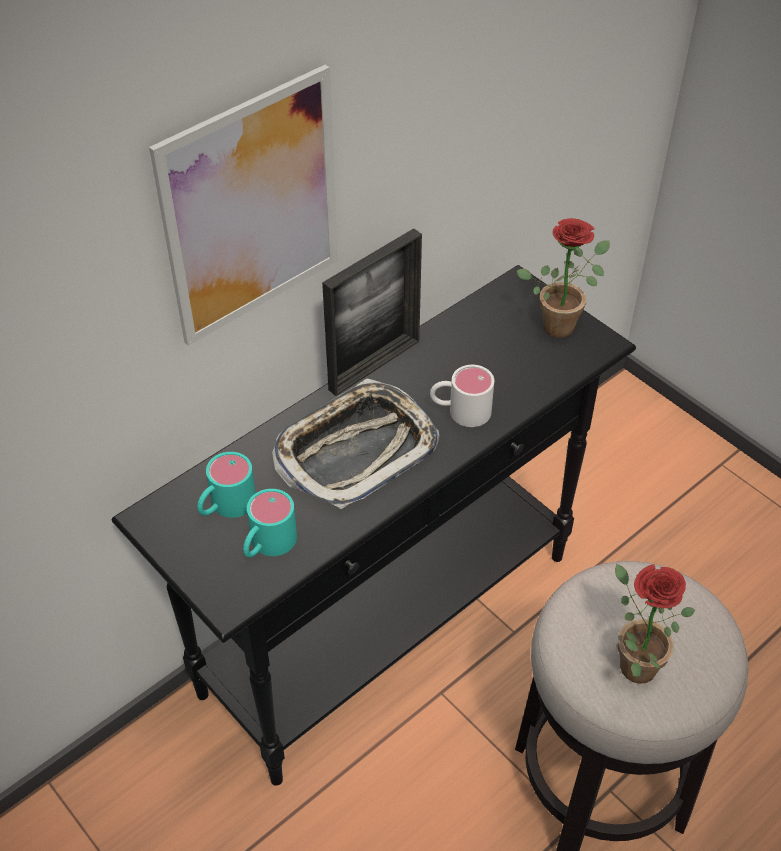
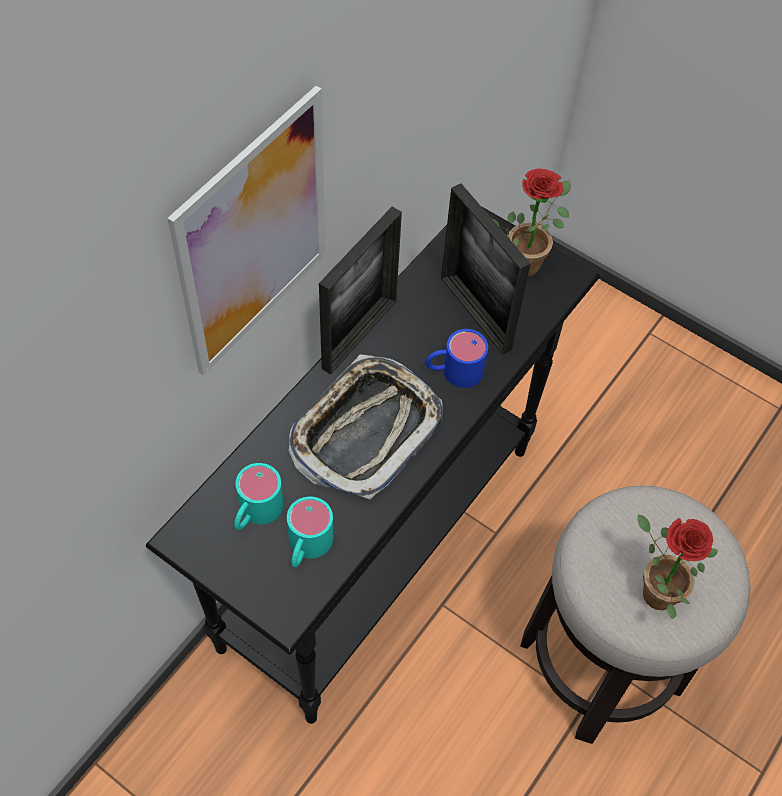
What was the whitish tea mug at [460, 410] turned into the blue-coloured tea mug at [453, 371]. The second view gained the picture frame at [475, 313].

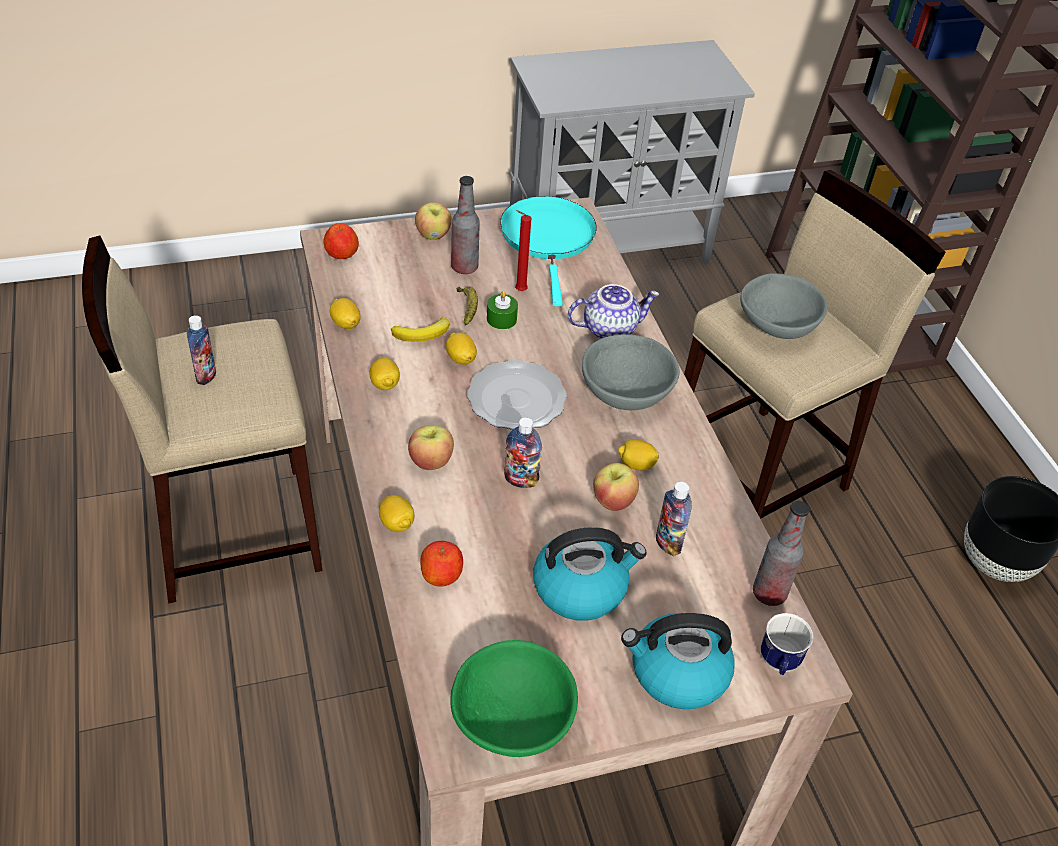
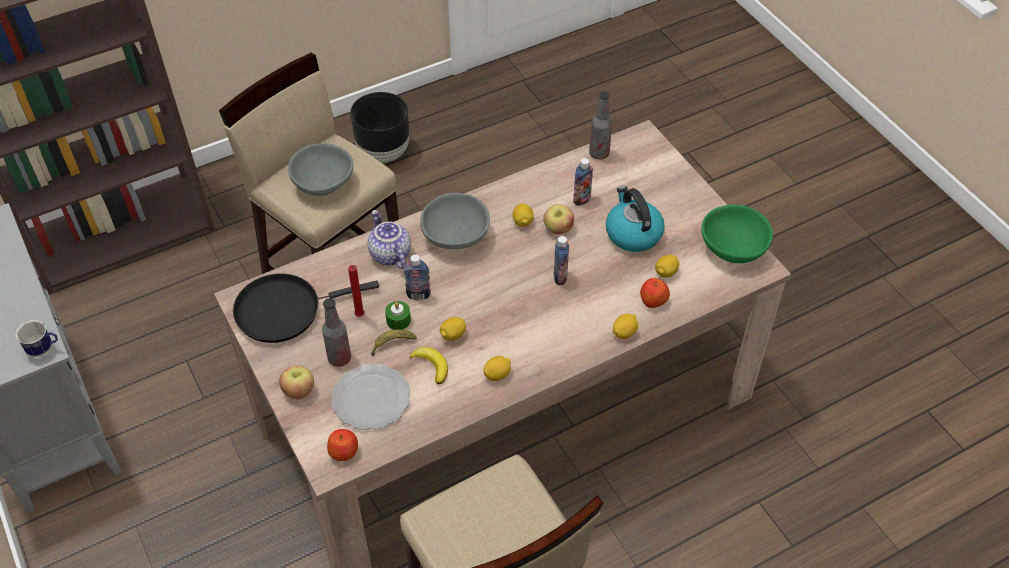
The beverage bottle ended up elsewhere, having gone from [206, 375] to [418, 295]. The lemon ended up elsewhere, having gone from [345, 324] to [666, 272]. The second view lost the apple fruit at [431, 461]. The dinner plate ended up elsewhere, having gone from [516, 400] to [372, 399]. What was the turquoise frying pan at [548, 239] turned into the blackish frying pan at [284, 310]. The second view lost the tea kettle at [677, 673]. The tea mug ended up elsewhere, having gone from [778, 664] to [44, 349].

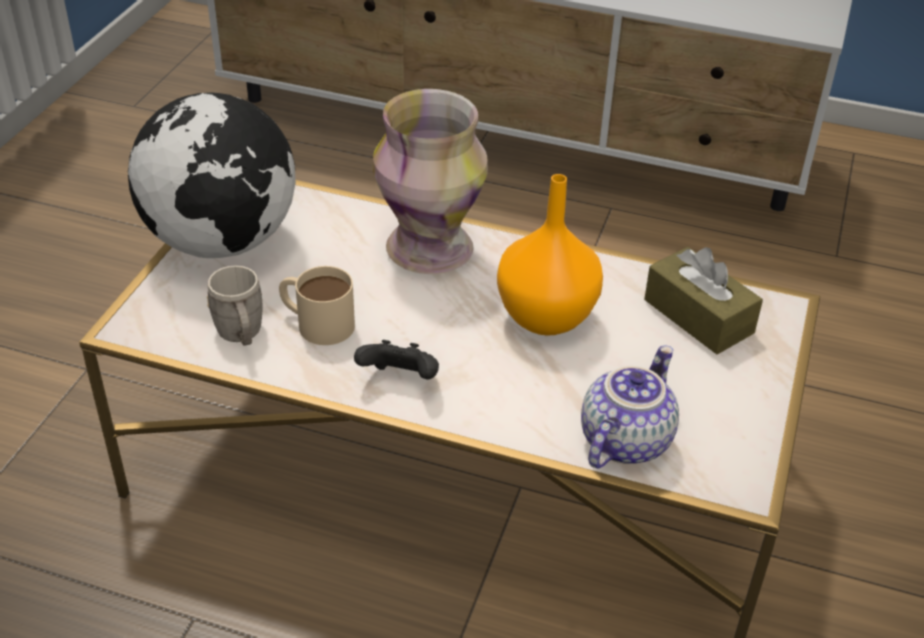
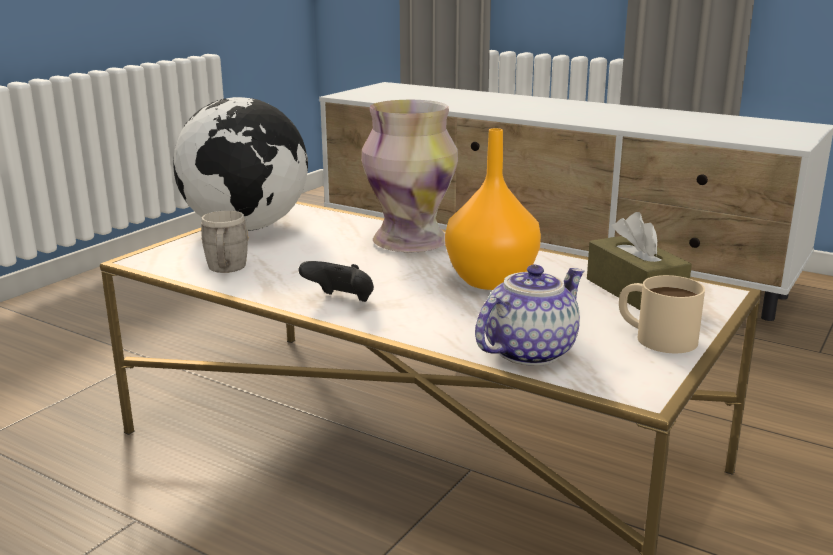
The sand-coloured tea mug ended up elsewhere, having gone from [316, 322] to [655, 336].

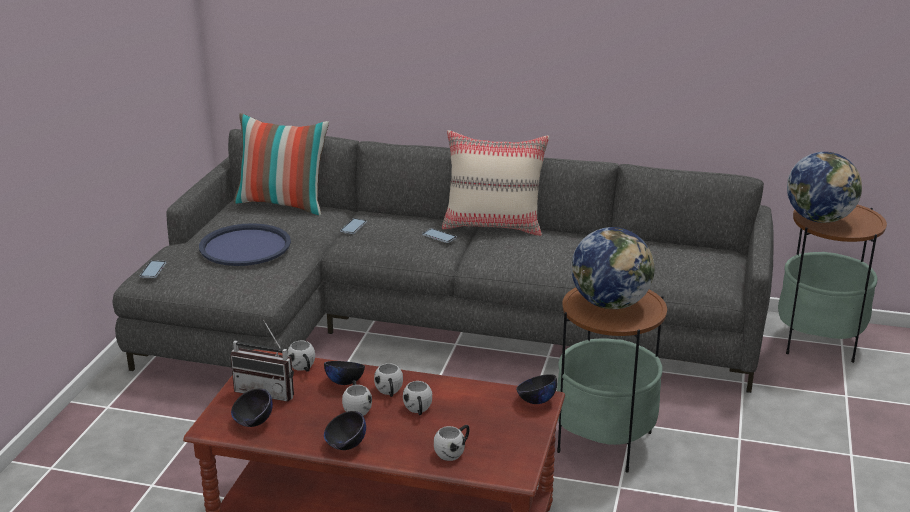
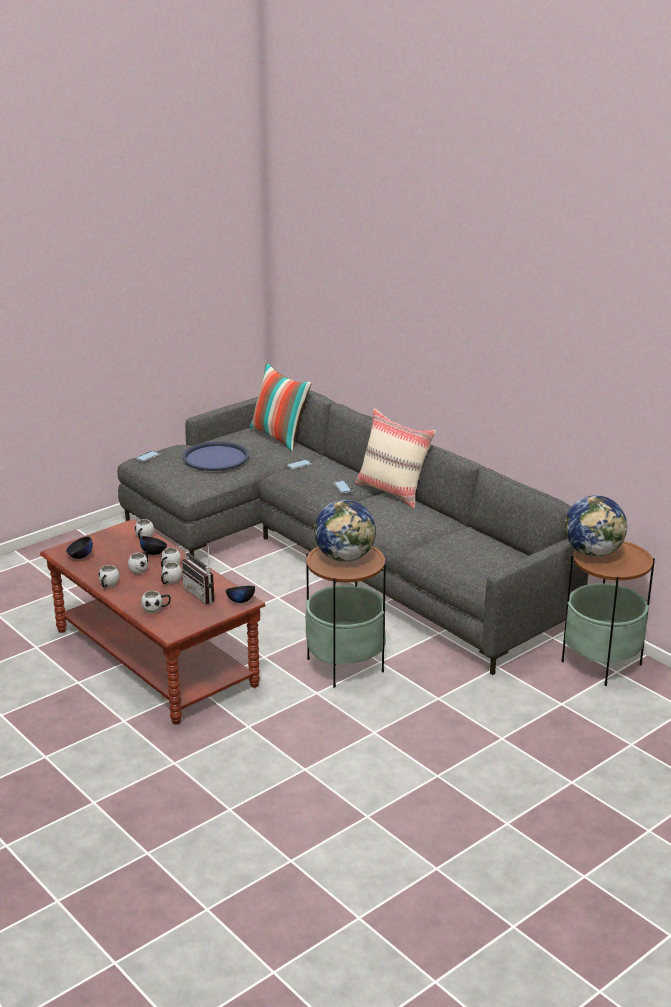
The radio ended up elsewhere, having gone from [268, 390] to [203, 593]. Where the blackish bowl stood at [345, 445], the whitish tea mug came to stand at [108, 585].

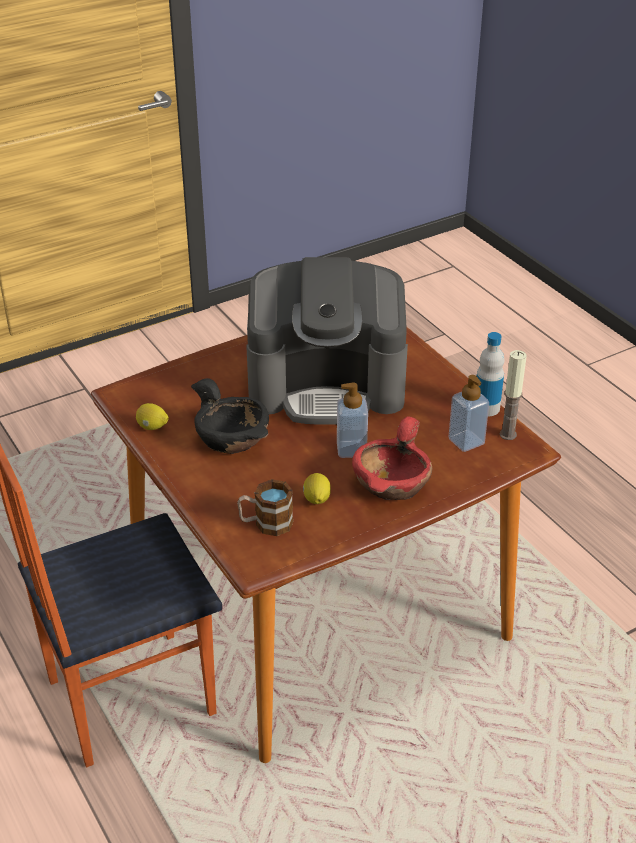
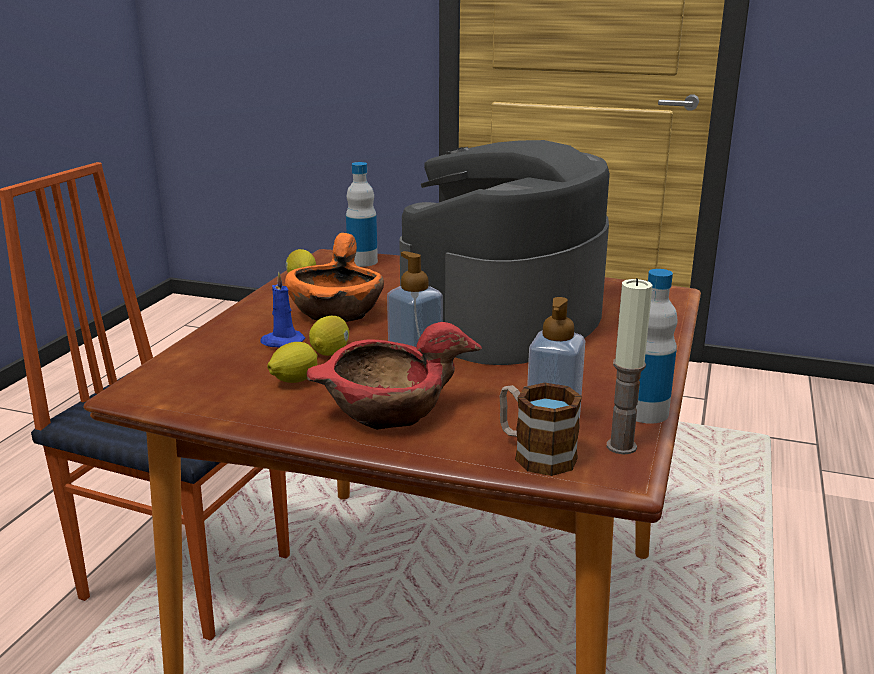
What was the blackish bowl at [232, 439] turned into the orange-coloured bowl at [337, 312]. The tea mug ended up elsewhere, having gone from [266, 524] to [534, 454]. The coffee maker at [327, 385] ended up facing another way, 75 degrees clockwise from before. The second view gained the blue-coloured wax candle at [282, 342]. The second view gained the lemon at [331, 352]. The second view gained the beverage bottle at [362, 261].

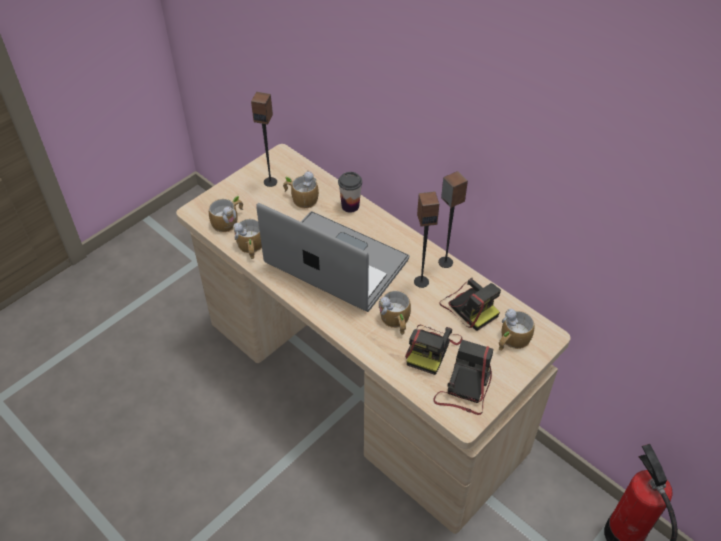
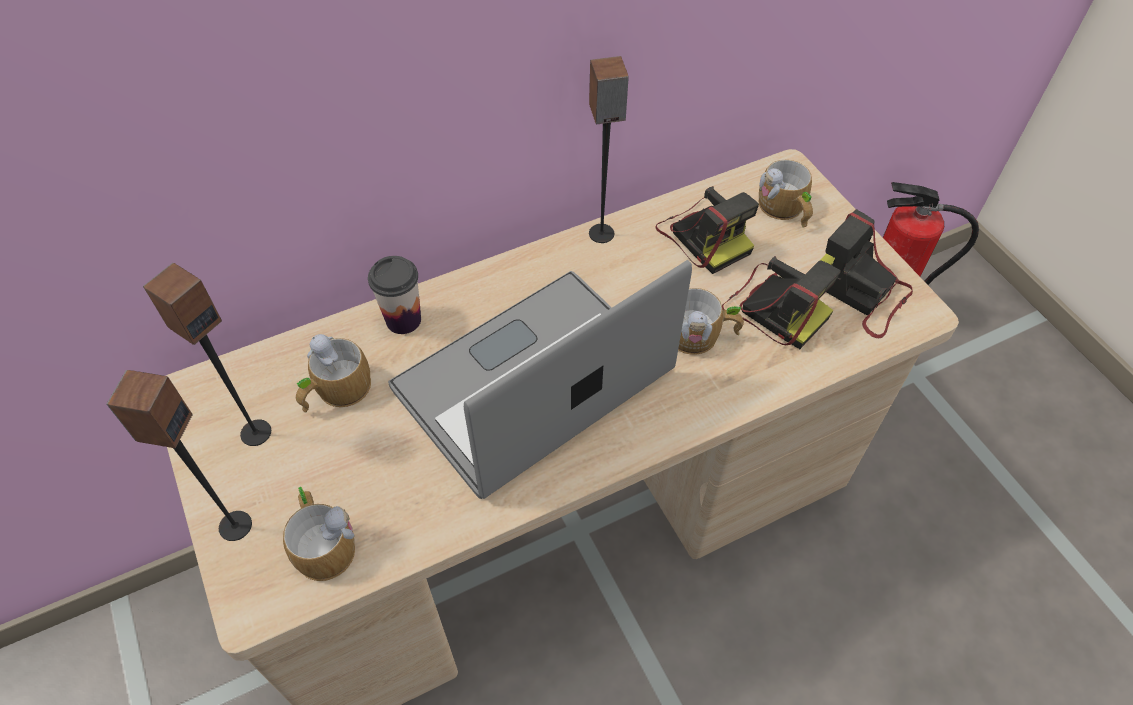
The second view lost the tea mug at [250, 247]. The audio speaker ended up elsewhere, having gone from [421, 281] to [234, 525]. The photo camera at [469, 306] ended up facing another way, 75 degrees clockwise from before.

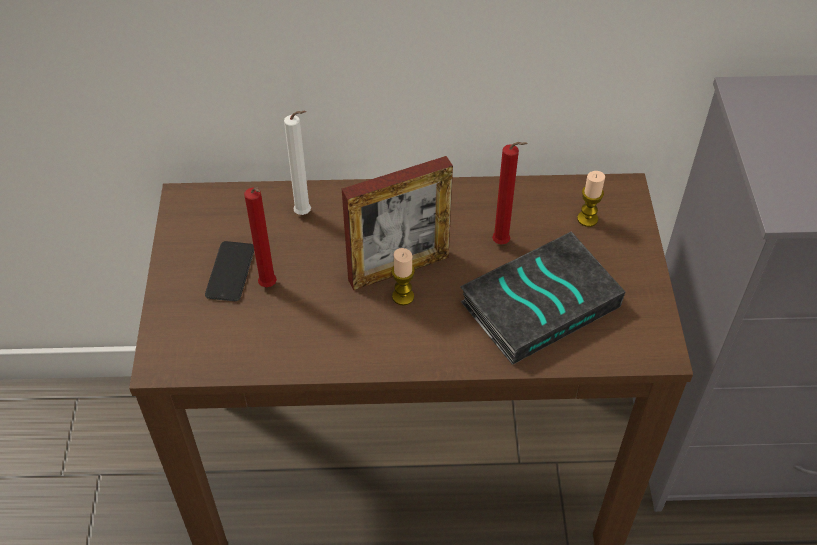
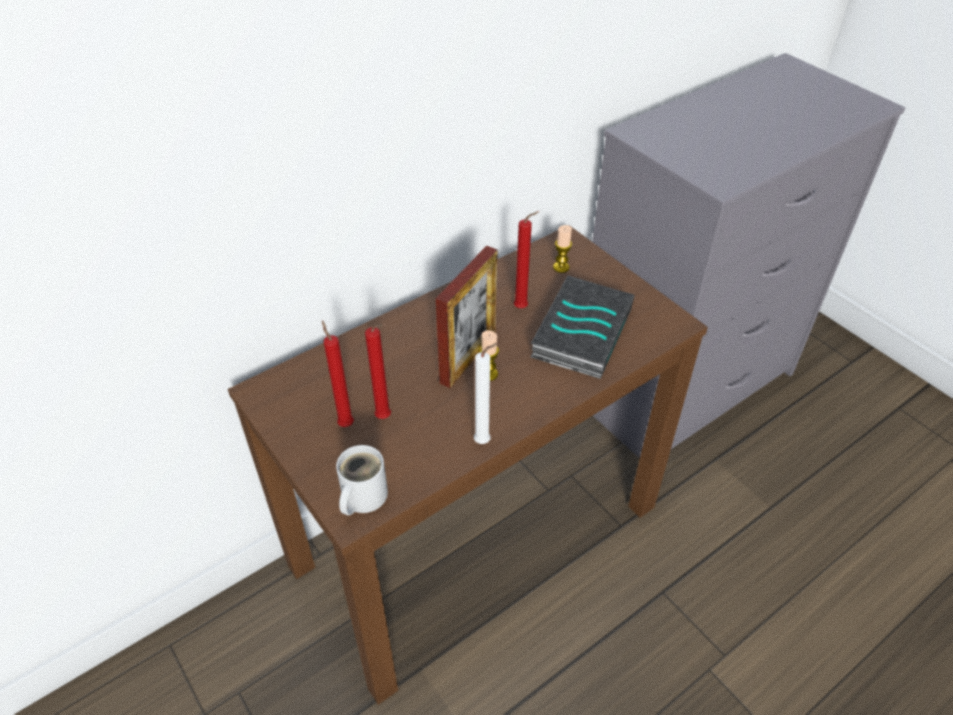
Where the telephone stood at [230, 272], the reddish wax candle came to stand at [345, 423]. The whitish wax candle ended up elsewhere, having gone from [305, 214] to [484, 441]. The second view gained the whitish tea mug at [361, 497].

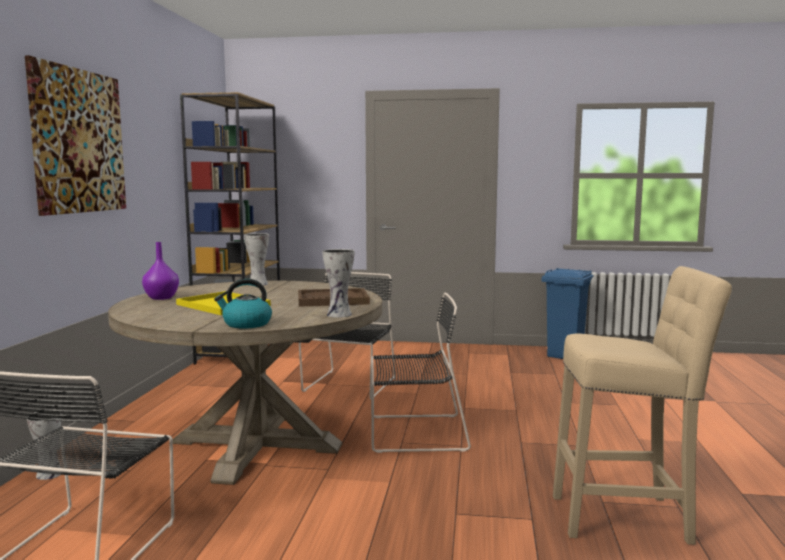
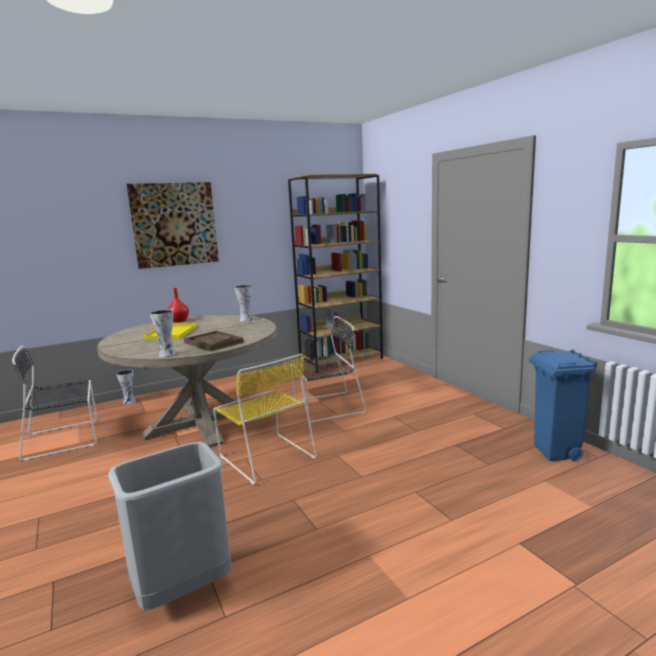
What was the purple decorative vase at [161, 298] turned into the reddish decorative vase at [179, 321]. The second view lost the tea kettle at [246, 324]. What was the blackish plain chair at [413, 433] turned into the yellow-coloured plain chair at [265, 456]. Where the sand-coloured stool stood at [627, 518], the greyish waste bin came to stand at [183, 591].

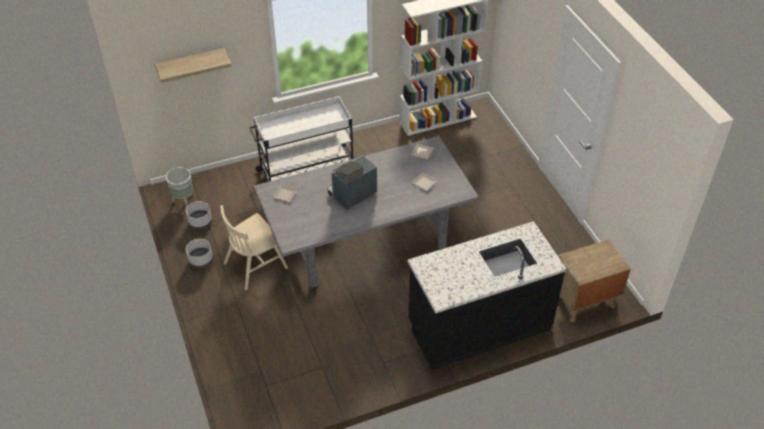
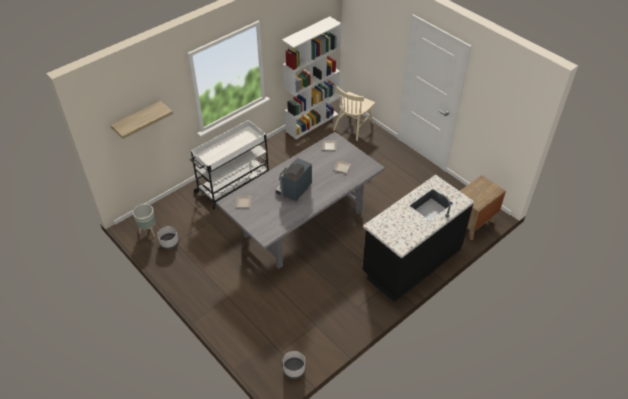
The greyish plant pot ended up elsewhere, having gone from [200, 261] to [294, 370]. The sand-coloured plain chair ended up elsewhere, having gone from [256, 265] to [353, 126].

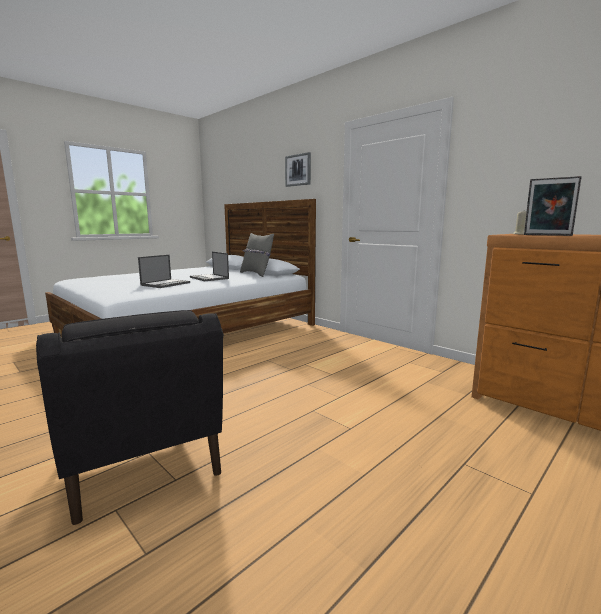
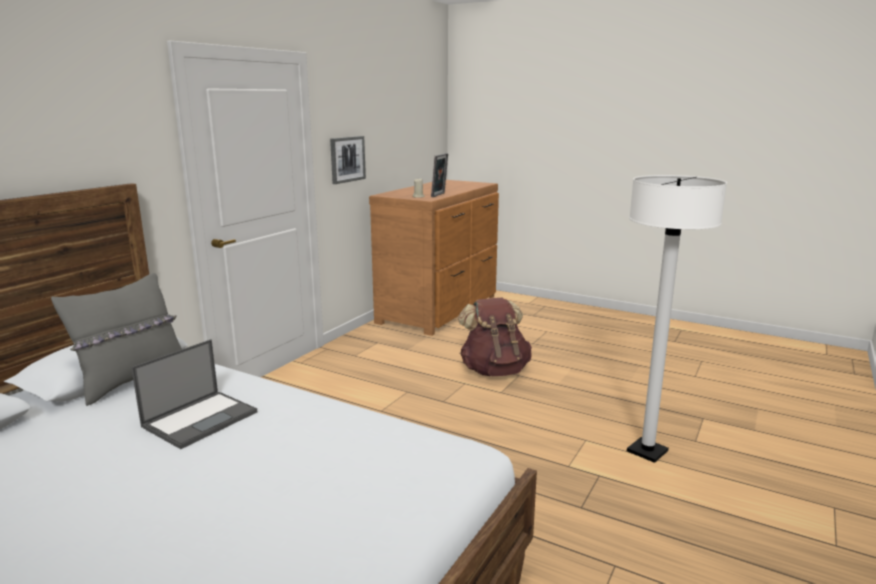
Where the blackish armchair stood at [141, 461], the whitish standard lamp came to stand at [647, 451]. The second view lost the notebook computer at [166, 284]. The wall picture ended up elsewhere, having gone from [298, 170] to [347, 159]. The second view gained the brownish knapsack at [494, 370].

